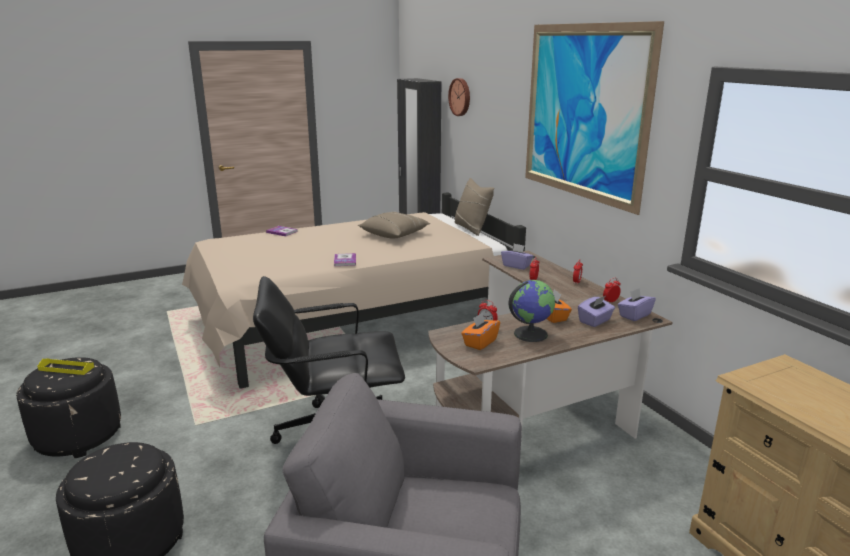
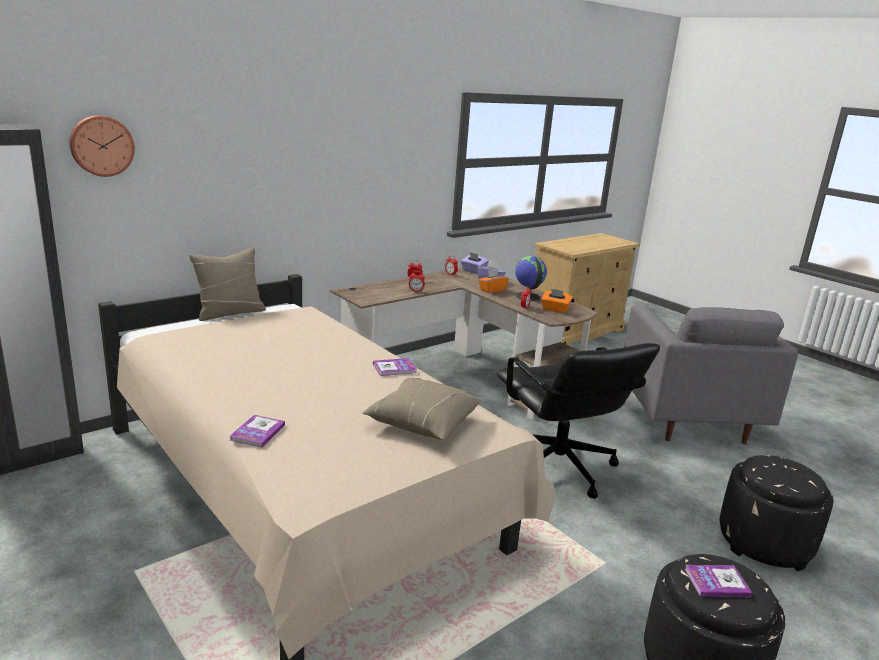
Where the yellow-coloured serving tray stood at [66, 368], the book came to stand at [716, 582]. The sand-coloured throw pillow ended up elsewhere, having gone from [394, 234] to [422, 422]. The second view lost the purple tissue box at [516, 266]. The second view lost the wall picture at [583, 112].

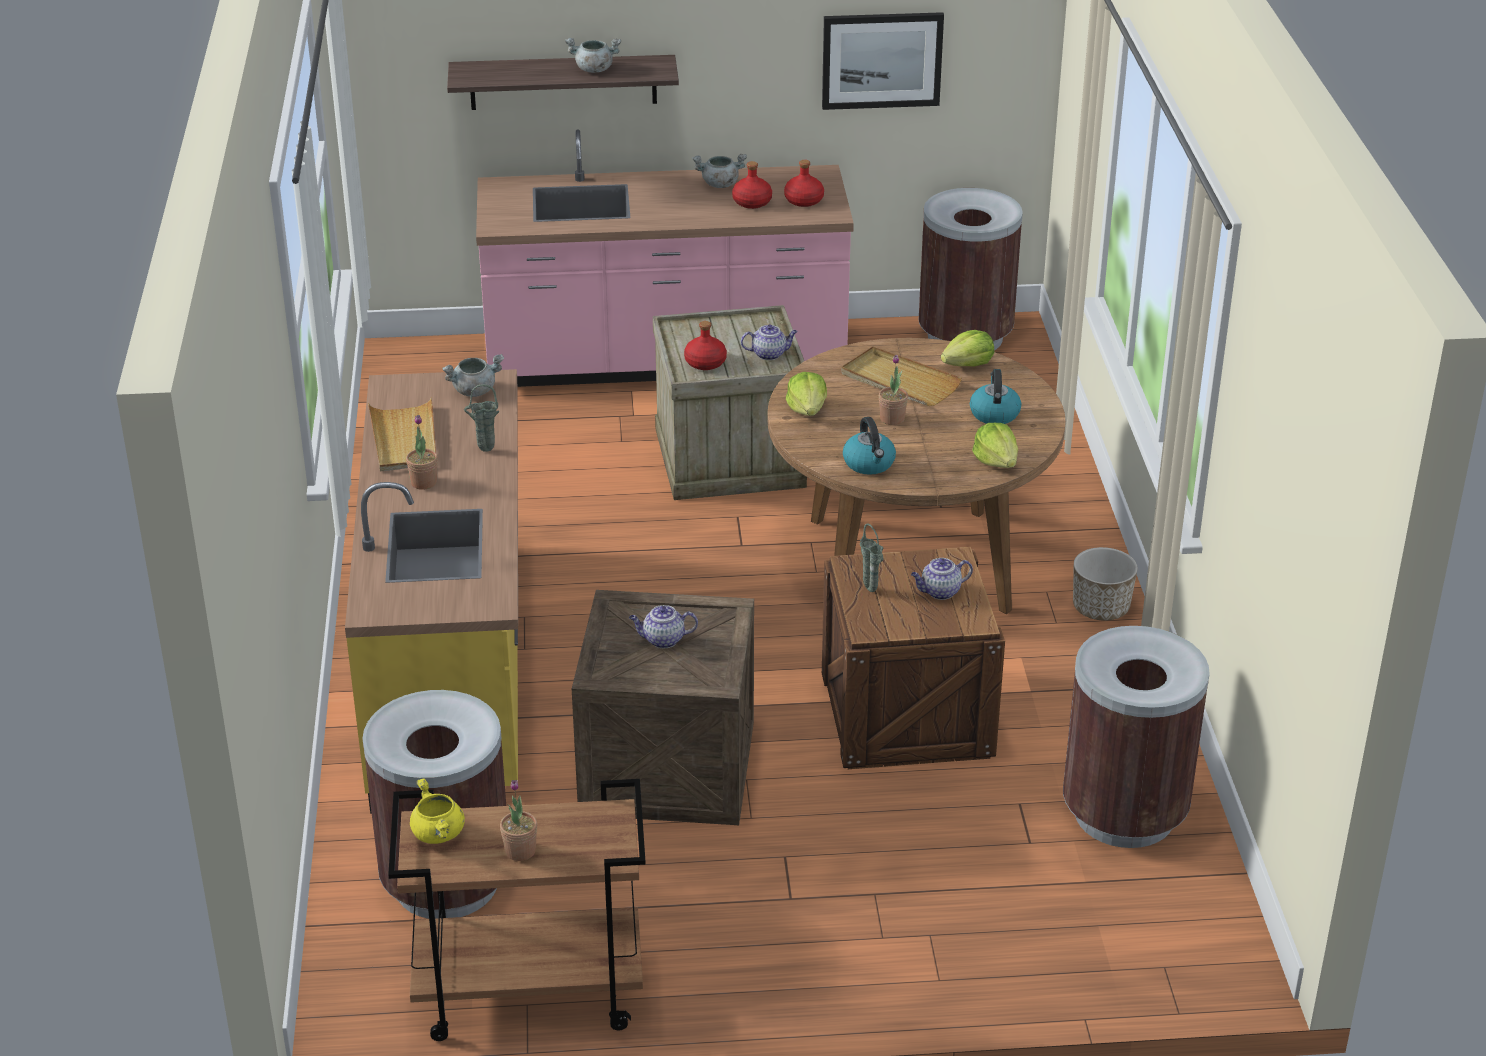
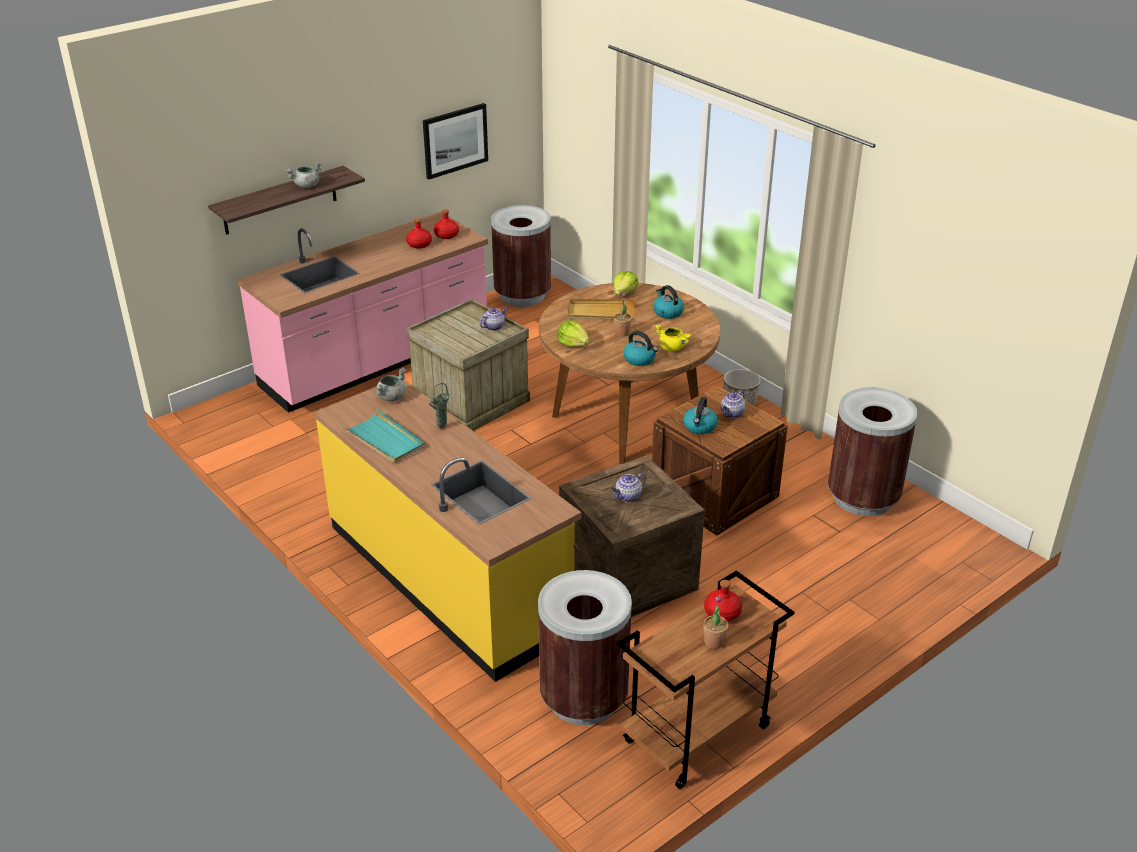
What was the sand-coloured serving tray at [404, 439] turned into the turquoise serving tray at [384, 440]. The second view lost the plant in a pot at [424, 482]. The yellow-coloured stockpot ended up elsewhere, having gone from [438, 834] to [672, 348]. The reddish beverage bottle ended up elsewhere, having gone from [705, 362] to [722, 612]. The second view lost the greyish stockpot at [720, 184]. Where the green decorative vase stood at [871, 591], the tea kettle came to stand at [700, 427]. The second view lost the lettuce head at [996, 461].

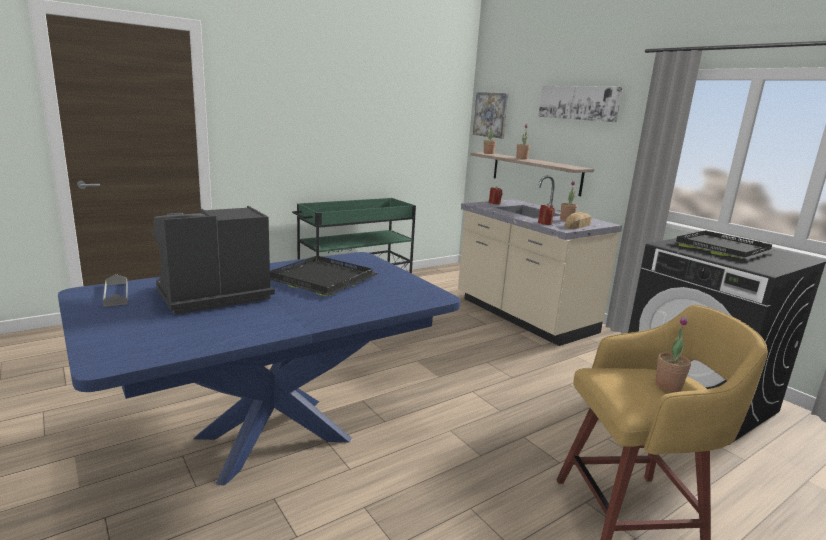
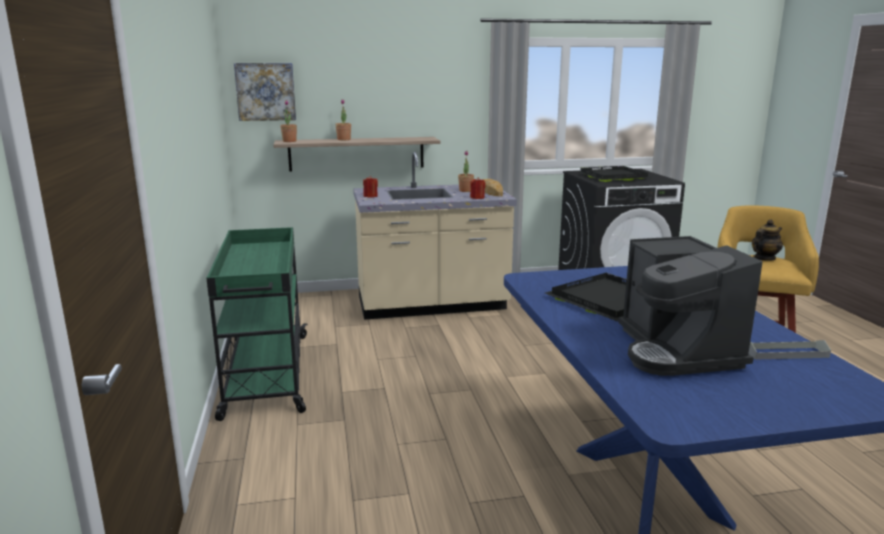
The greyish serving tray ended up elsewhere, having gone from [116, 294] to [785, 353]. The second view lost the wall picture at [578, 103]. Where the plant in a pot stood at [668, 386], the tea pot came to stand at [764, 258].

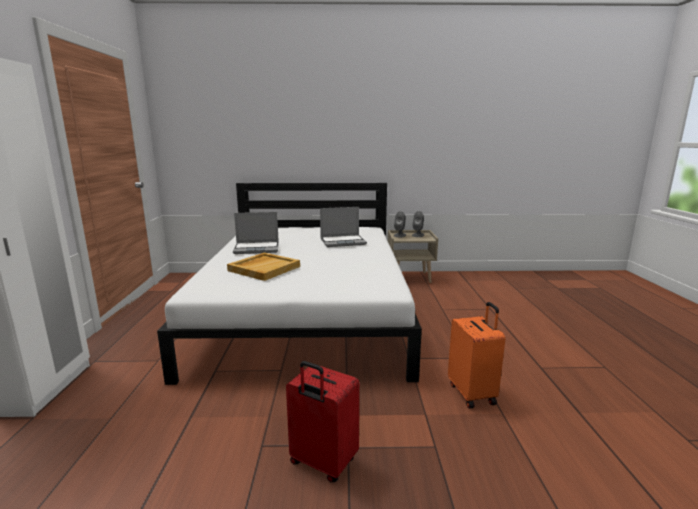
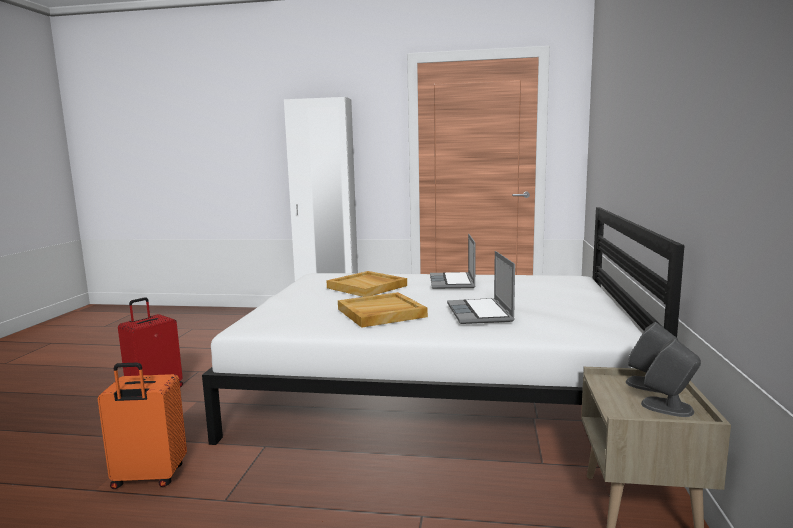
The second view gained the sand-coloured serving tray at [381, 313].

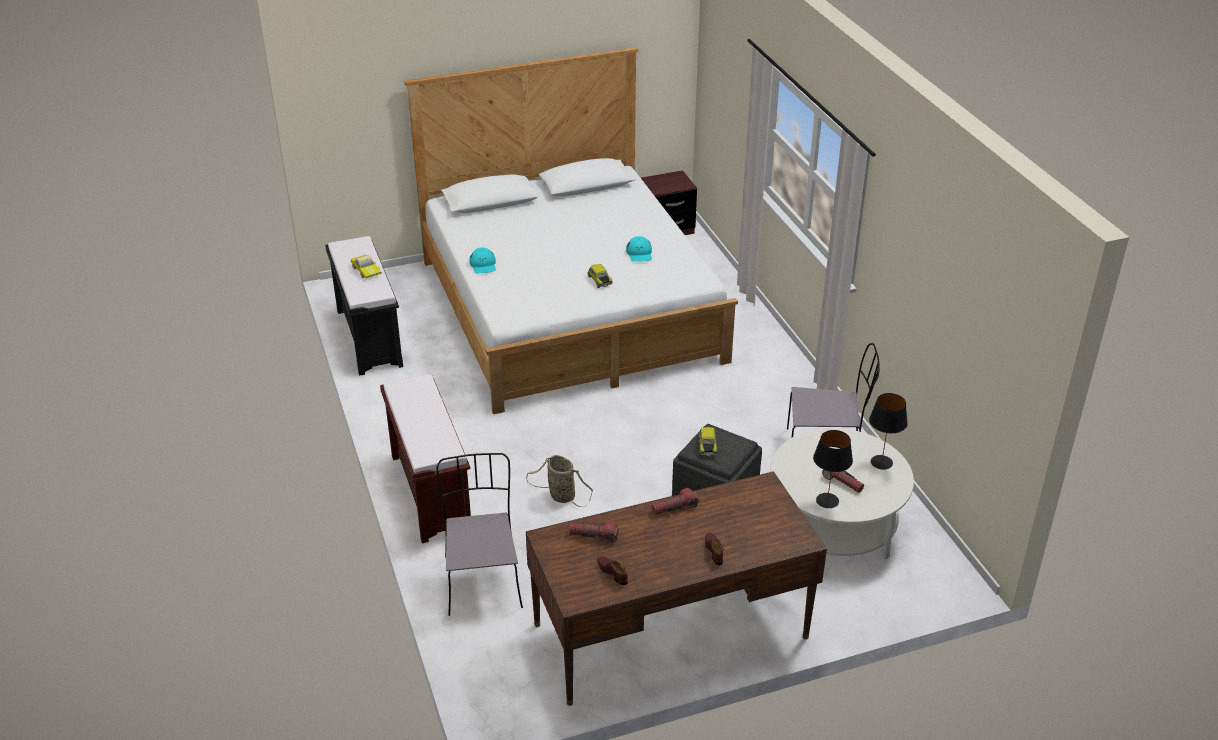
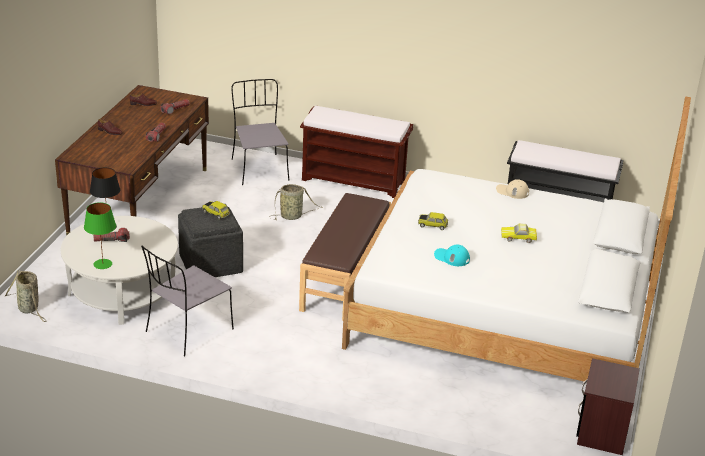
The miniature car ended up elsewhere, having gone from [367, 270] to [518, 237]. The greyish plain chair at [482, 580] ended up facing another way, 135 degrees counterclockwise from before. What was the turquoise baseball cap at [483, 265] turned into the sand-coloured baseball cap at [512, 192]. What was the blackish tabletop lamp at [881, 462] turned into the green tabletop lamp at [103, 264]. The second view gained the basket at [29, 309]. The second view gained the brownish long seat at [346, 277].

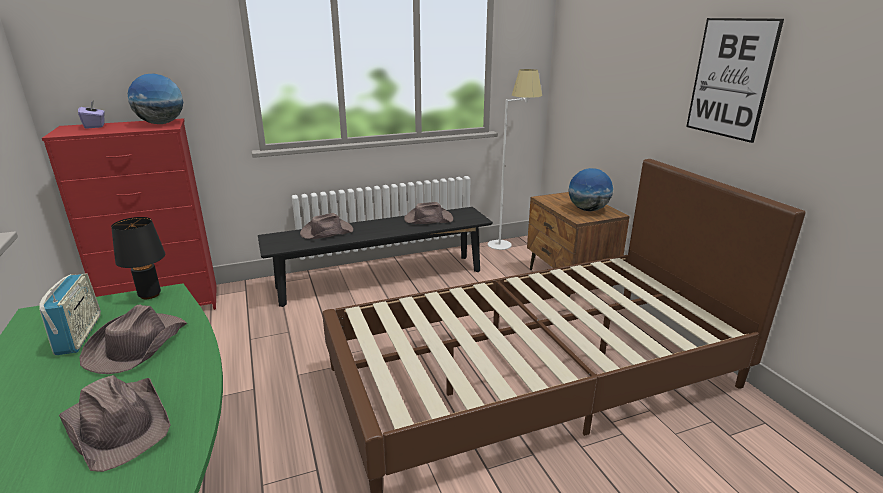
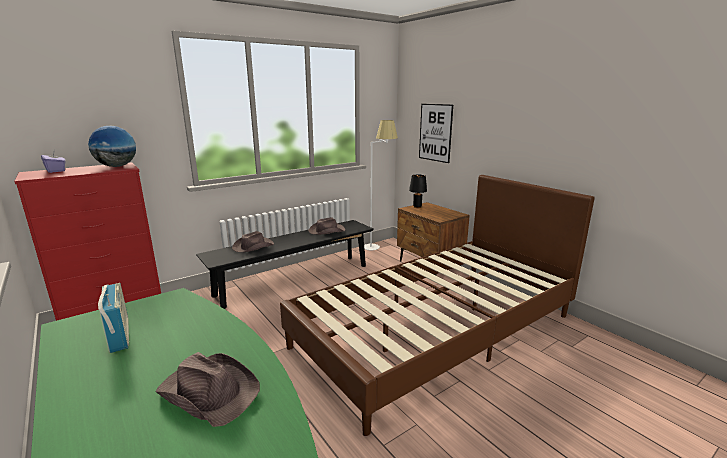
The second view lost the brownish clothing hat at [136, 345]. The blackish tabletop lamp ended up elsewhere, having gone from [149, 295] to [417, 206]. The second view lost the globe at [588, 210]. The wall picture ended up elsewhere, having gone from [730, 78] to [435, 132].

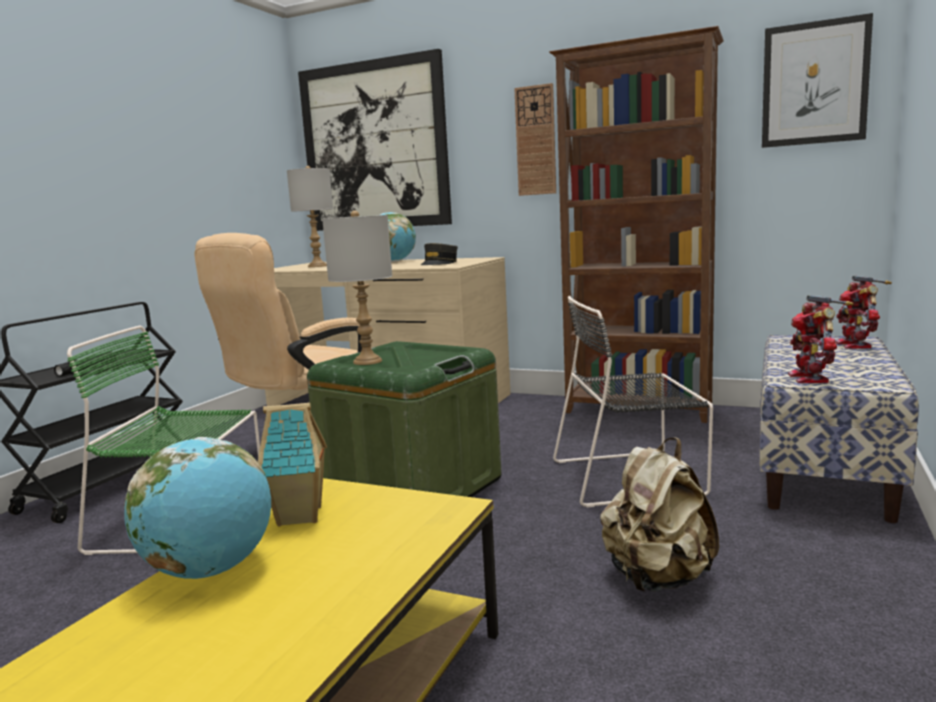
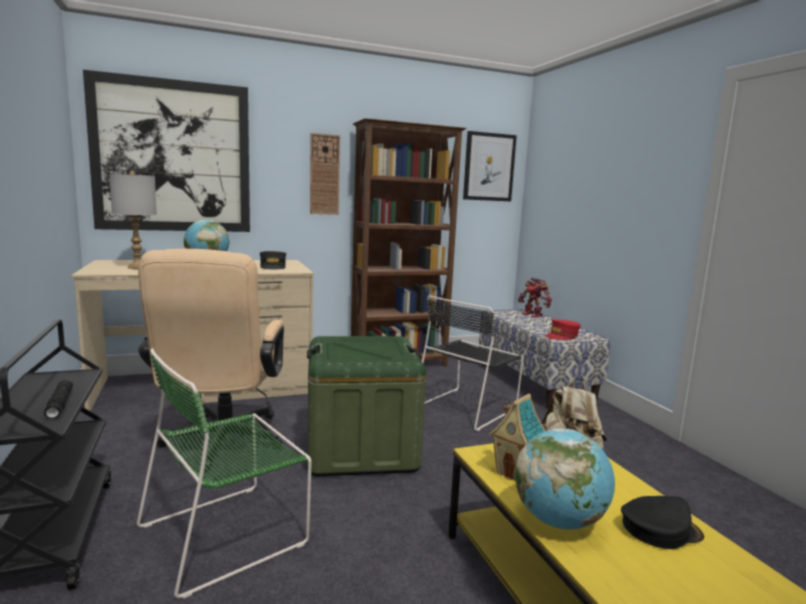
The second view lost the greyish tabletop lamp at [367, 361]. Where the robot figure stood at [811, 378], the reddish baseball cap came to stand at [562, 336]. The second view gained the blackish baseball cap at [659, 529].

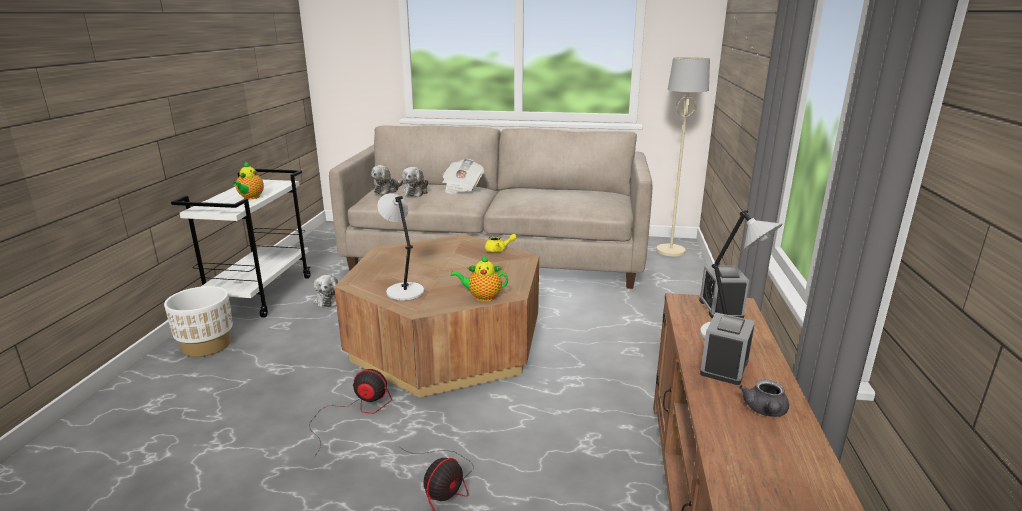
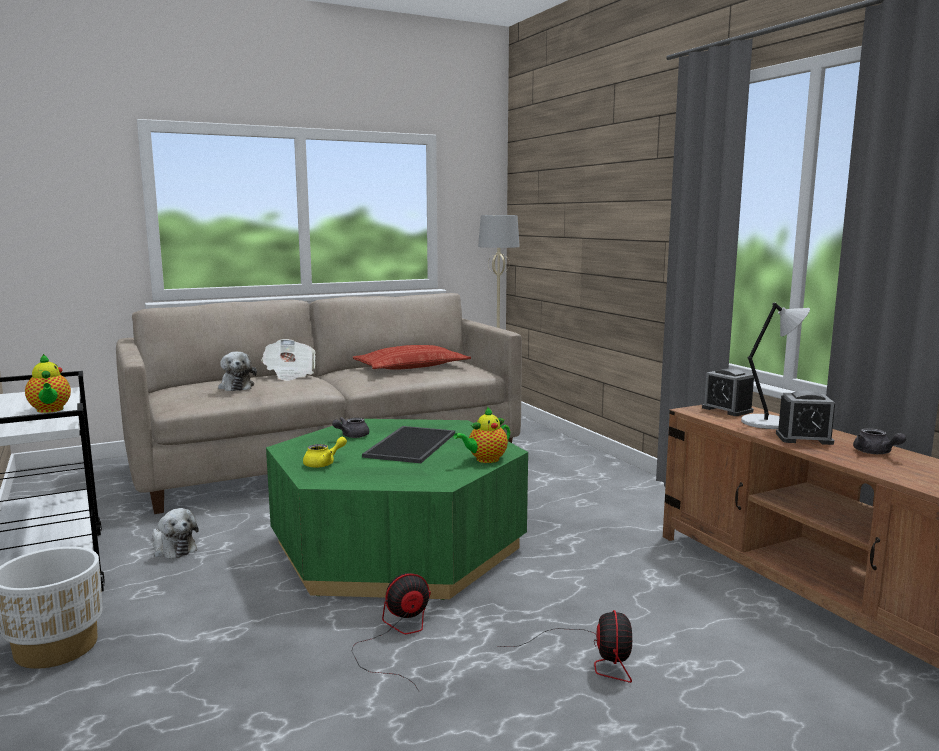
What was the brownish low table at [446, 342] turned into the green low table at [398, 546]. The second view lost the plush toy at [387, 190]. The second view lost the greyish tabletop lamp at [404, 291]. The yellow-coloured tea pot ended up elsewhere, having gone from [499, 250] to [324, 463]. The bedside clock at [724, 367] ended up facing another way, 75 degrees counterclockwise from before. The second view gained the greyish tea pot at [351, 436]. The second view gained the throw pillow at [411, 367]. The second view gained the serving tray at [409, 444].

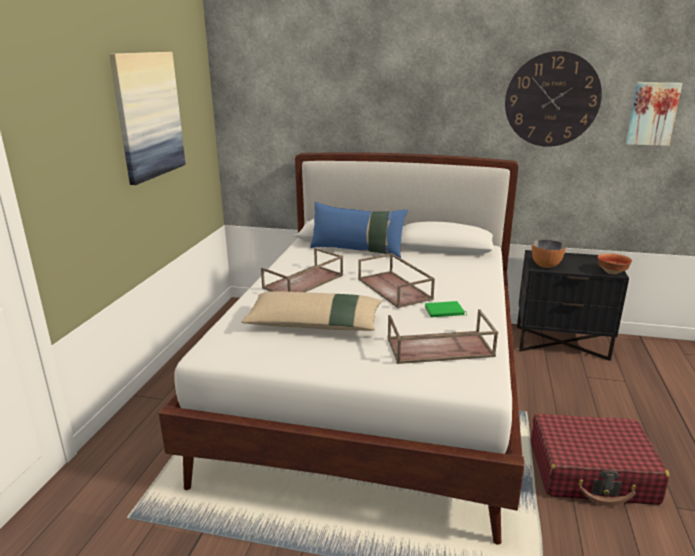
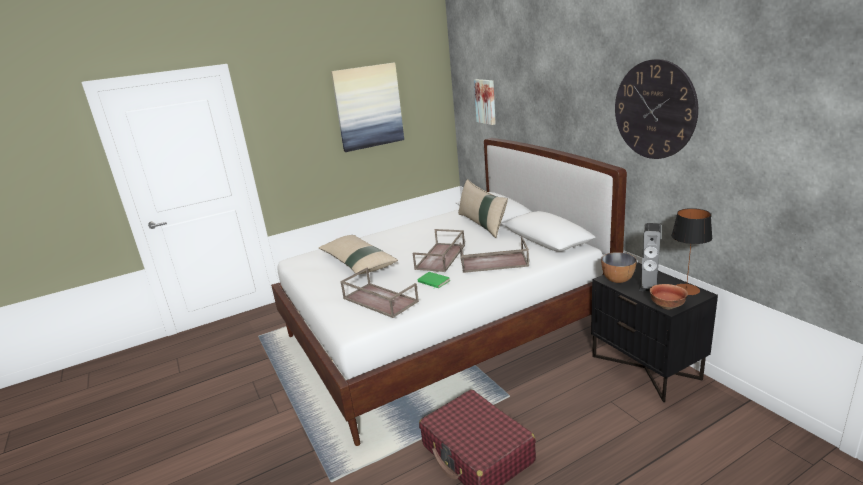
The brownish serving tray ended up elsewhere, having gone from [303, 282] to [493, 263]. What was the blue-coloured throw pillow at [357, 250] turned into the sand-coloured throw pillow at [482, 224]. The wall picture ended up elsewhere, having gone from [652, 114] to [486, 101]. The second view gained the audio speaker at [648, 285]. The second view gained the tabletop lamp at [686, 289].

